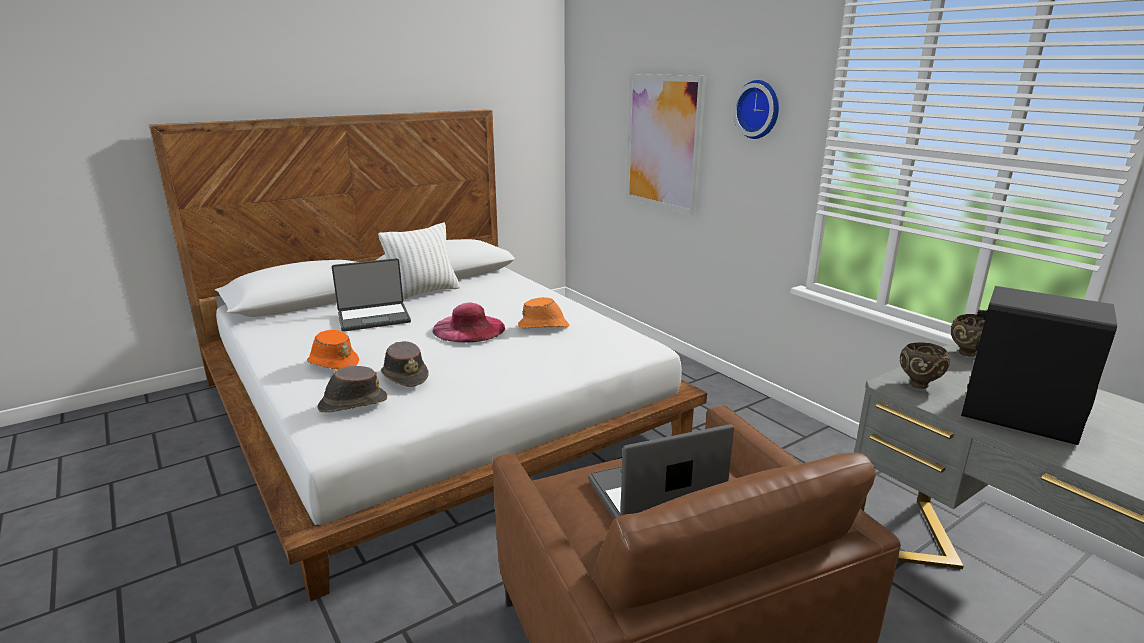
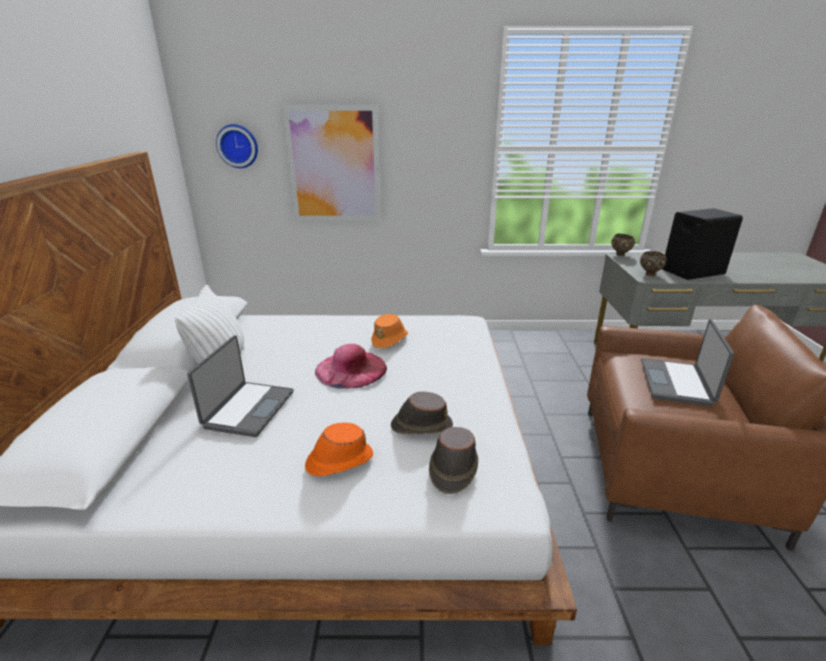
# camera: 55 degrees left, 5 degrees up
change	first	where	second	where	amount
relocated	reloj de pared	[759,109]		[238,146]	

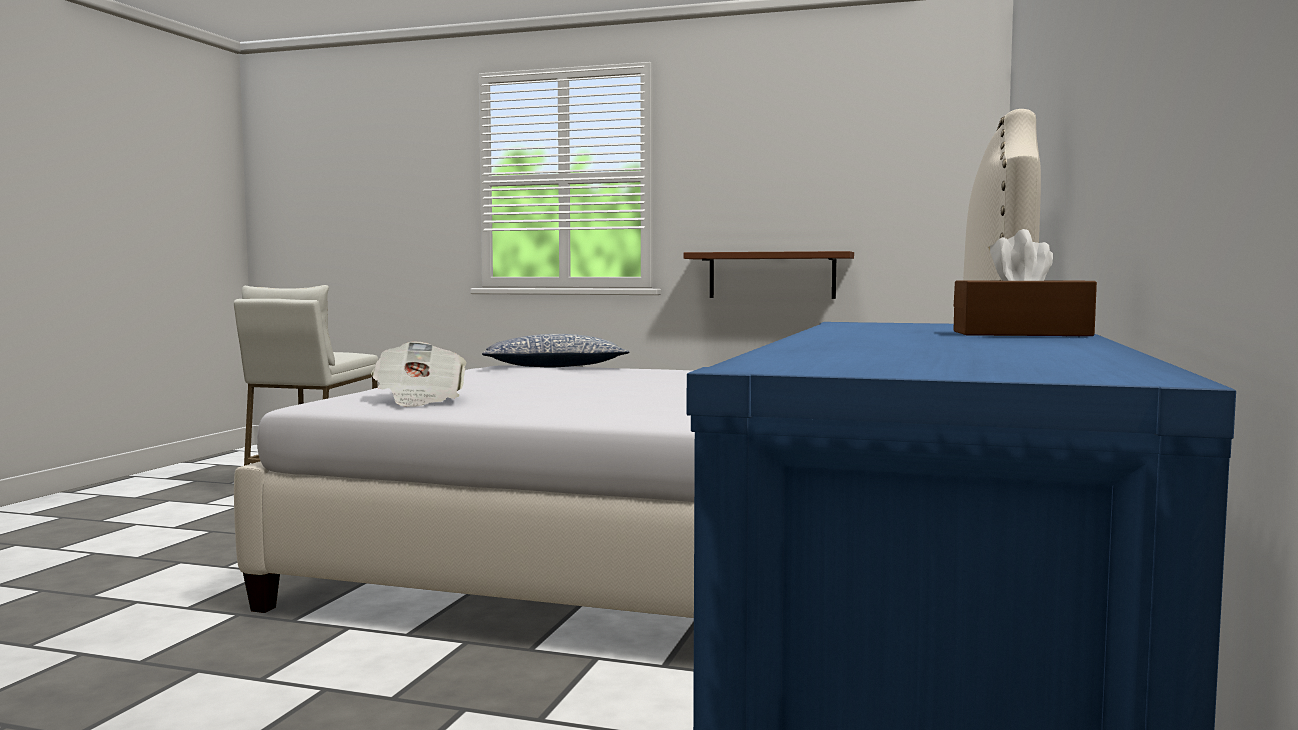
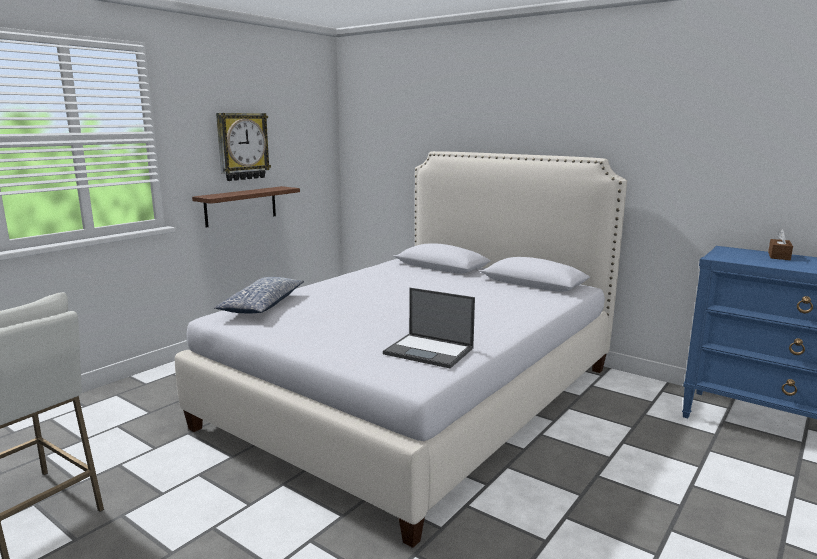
# camera: 70 degrees left, 10 degrees up
change	first	where	second	where	amount
exchanged	periódico	[419,400]	portátil	[430,351]	
appeared			reloj de pared	[242,146]	

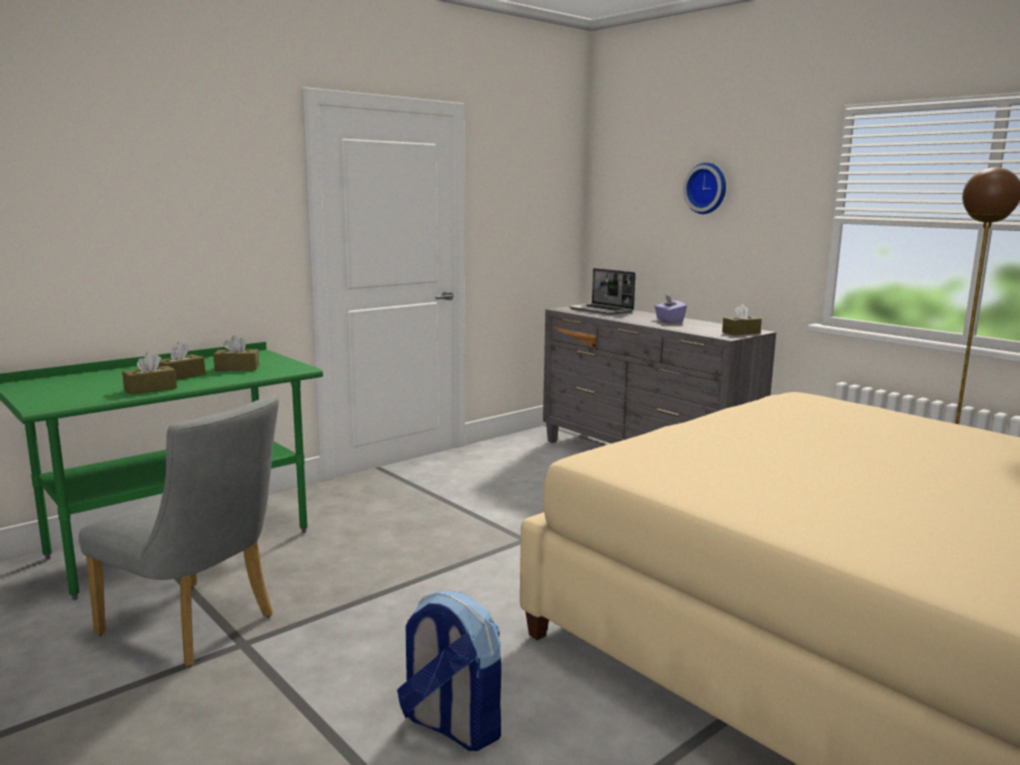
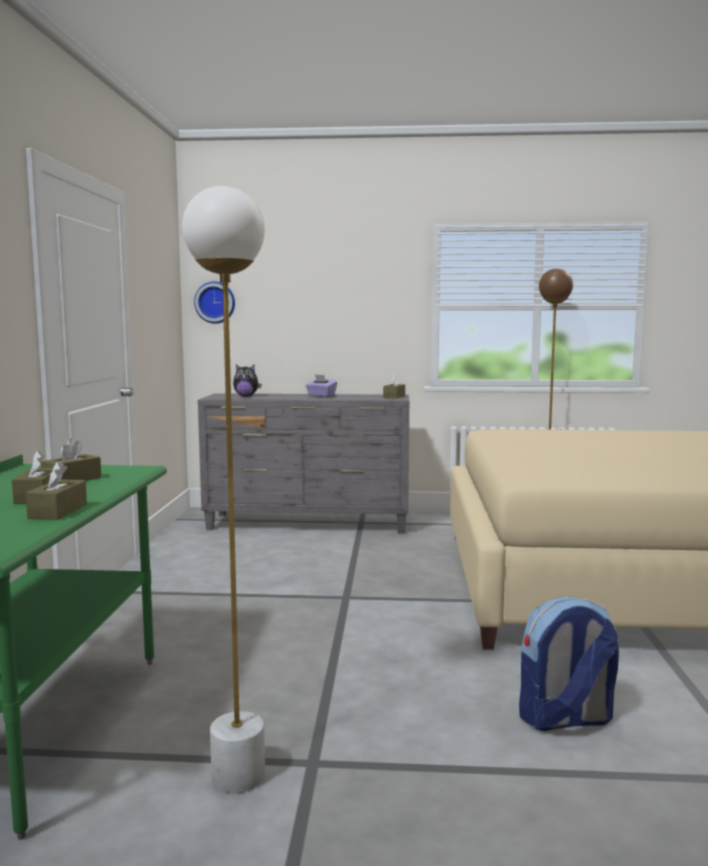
# camera: 45 degrees left, 5 degrees down
change	first	where	second	where	amount
relocated	reloj de pared	[707,188]		[215,302]	
exchanged	portátil	[601,310]	peluche	[246,396]	
exchanged	silla/gris	[197,627]	lámpara de pie/blanco	[238,777]	

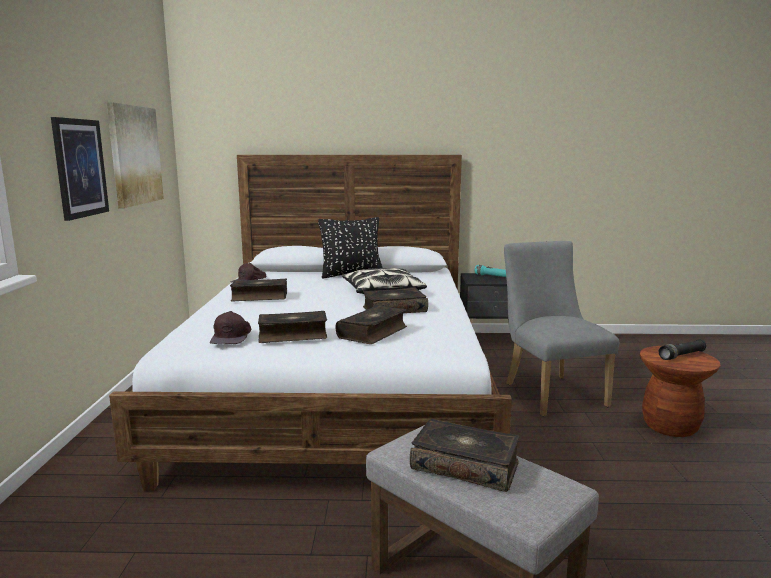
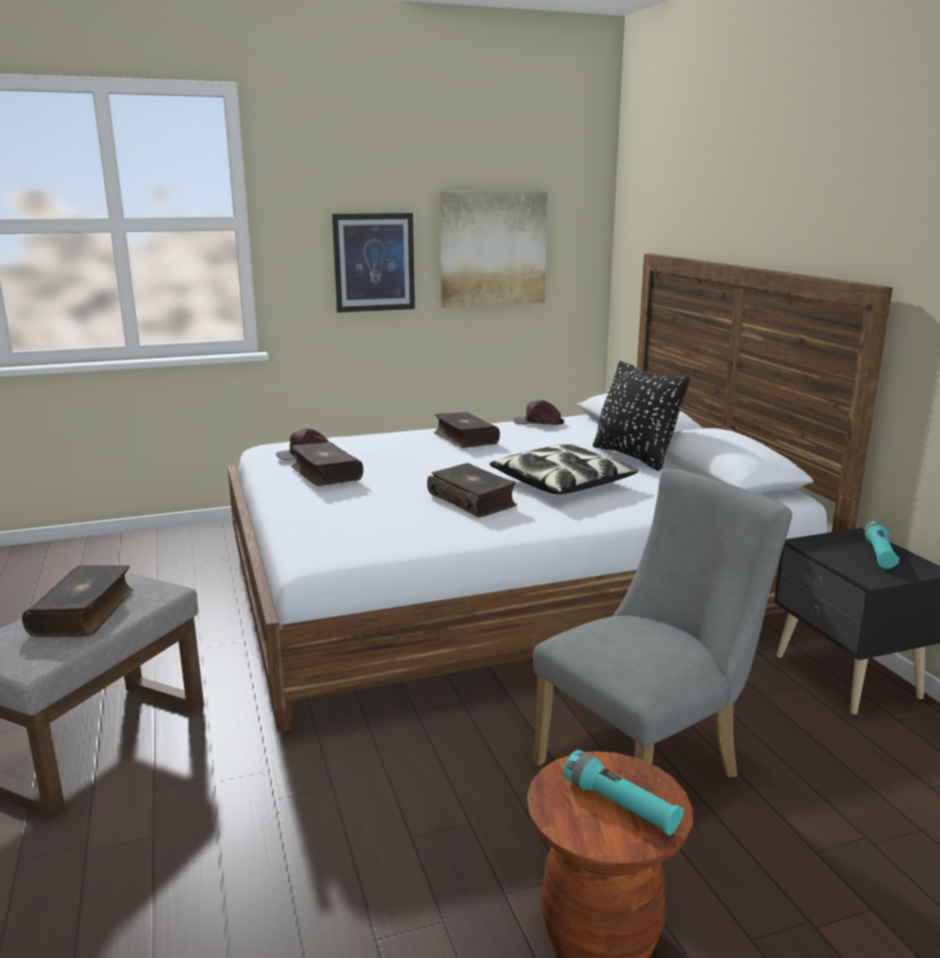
# camera: 70 degrees right, 5 degrees up
change	first	where	second	where	amount
missing	libro	[373,333]			
colour	linterna/negro	[682,356]	linterna/turquesa	[620,805]	

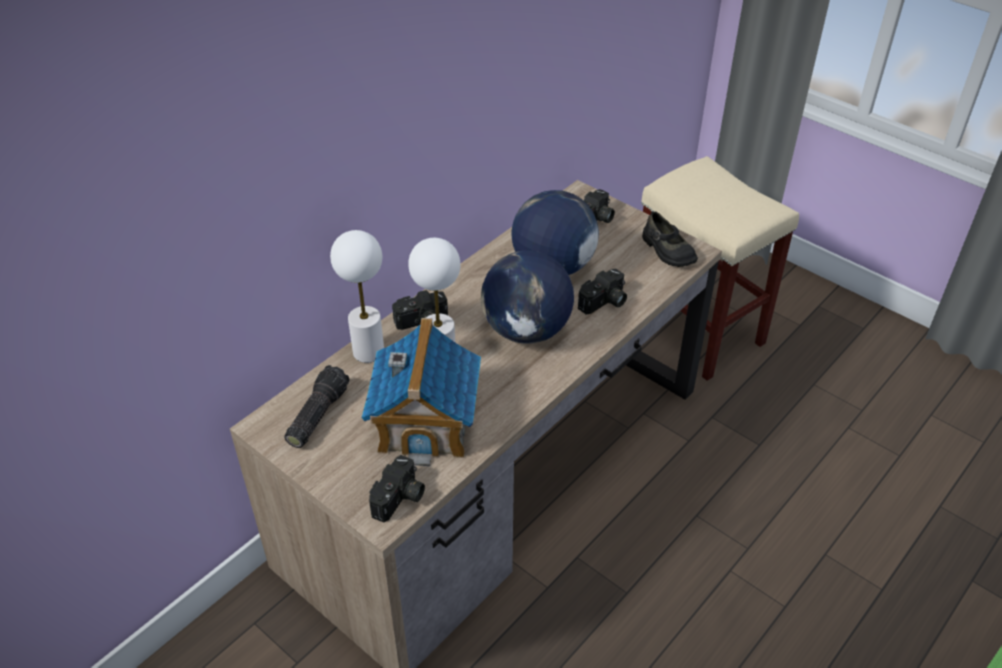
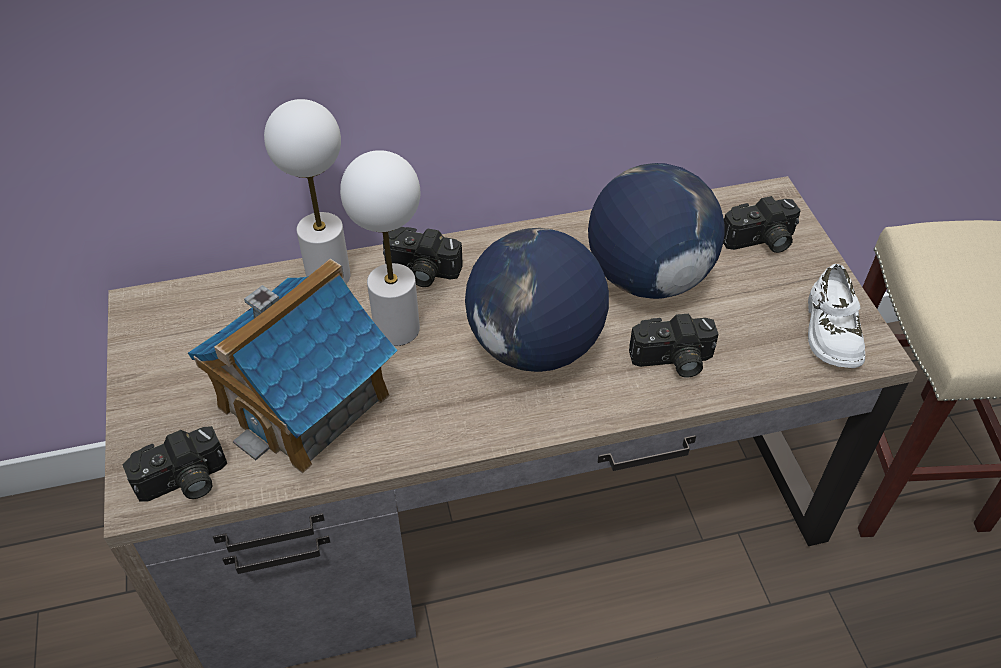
# camera: 35 degrees right, 5 degrees up
change	first	where	second	where	amount
colour	zapato/negro	[667,250]	zapato/blanco	[830,331]	
missing	linterna	[316,415]			

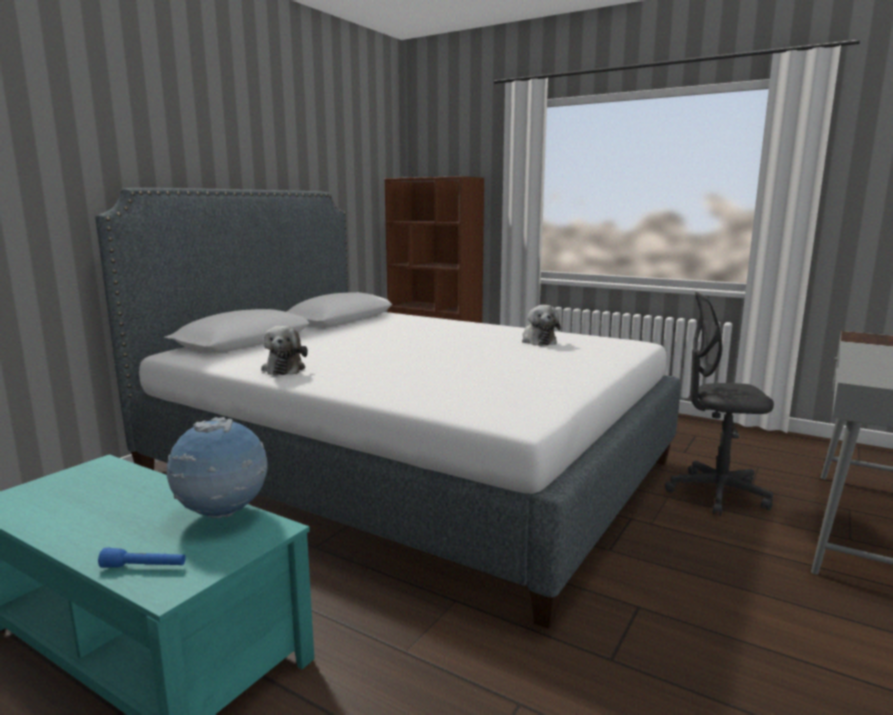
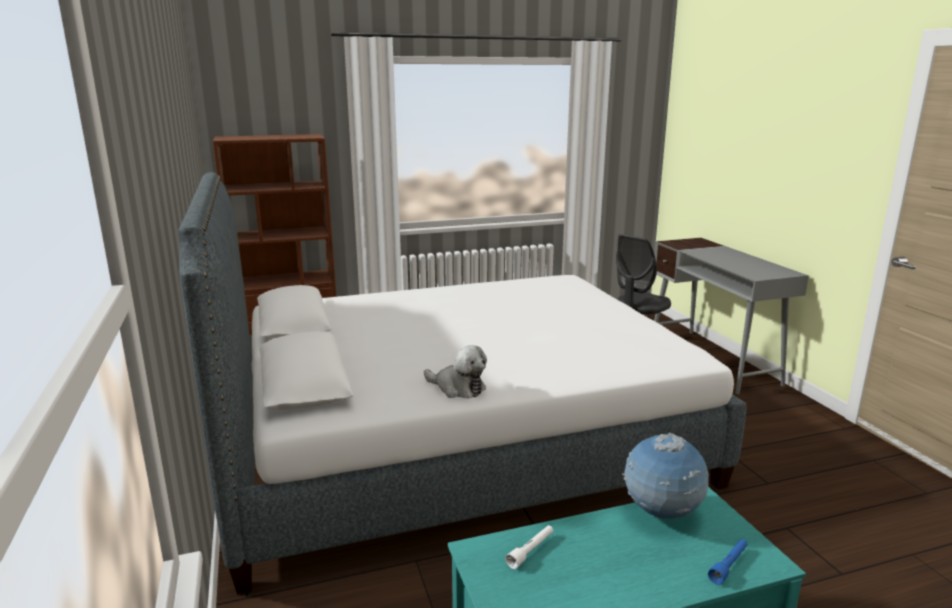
# camera: 50 degrees left, 5 degrees up
change	first	where	second	where	amount
missing	peluche	[538,341]			
appeared			linterna/blanco	[531,551]	

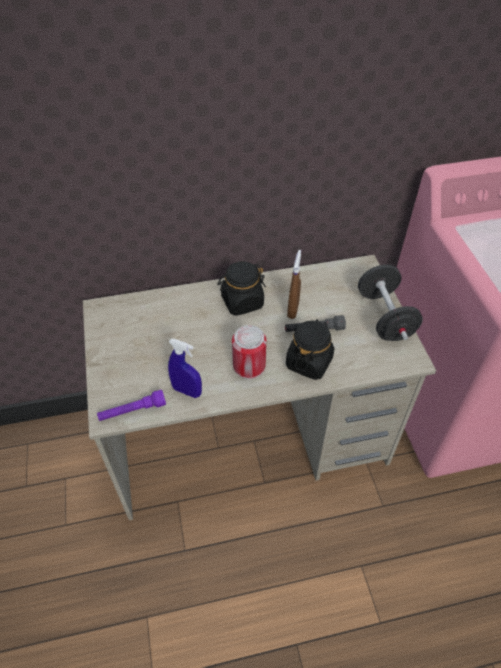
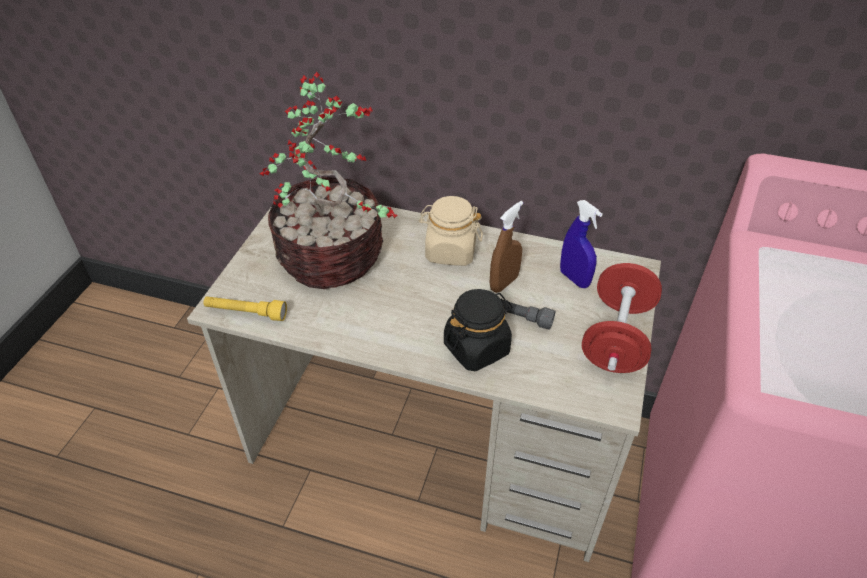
# camera: 30 degrees right, 5 degrees down
change	first	where	second	where	amount
colour	tarro/negro	[242,302]	tarro/beis	[450,251]	
colour	mancuerna/negro	[385,317]	mancuerna/rojo	[616,338]	
missing	lata	[249,366]			
relocated	pulverizador/azul	[187,391]		[574,279]	
colour	linterna/morado	[132,411]	linterna/amarillo	[246,313]	
appeared			planta en maceta	[334,257]	

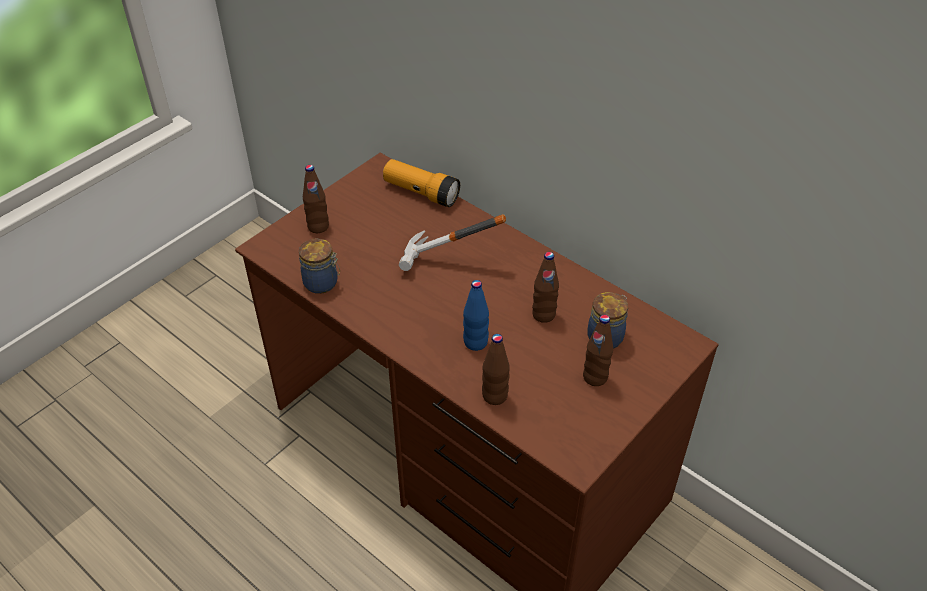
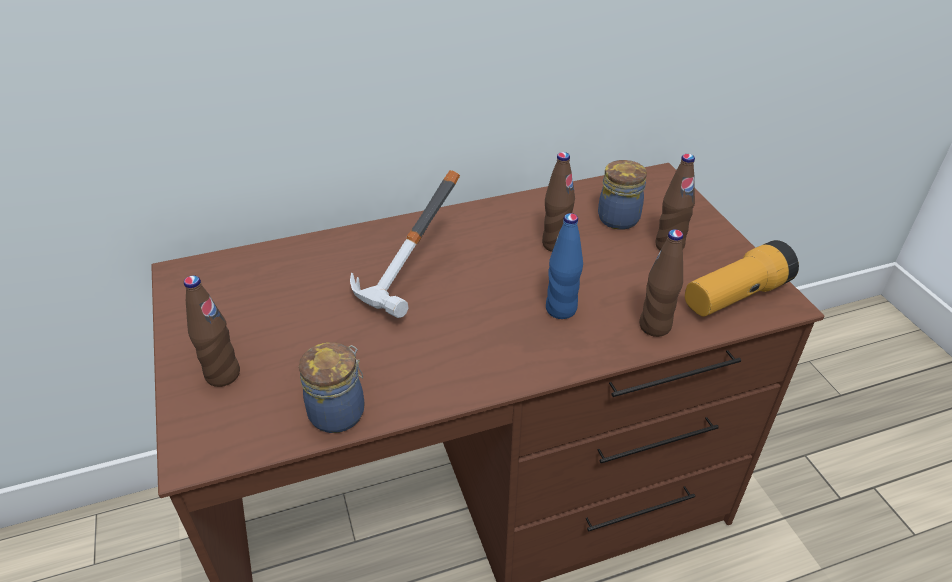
# camera: 60 degrees left, 5 degrees down
change	first	where	second	where	amount
relocated	linterna	[421,193]		[735,296]	

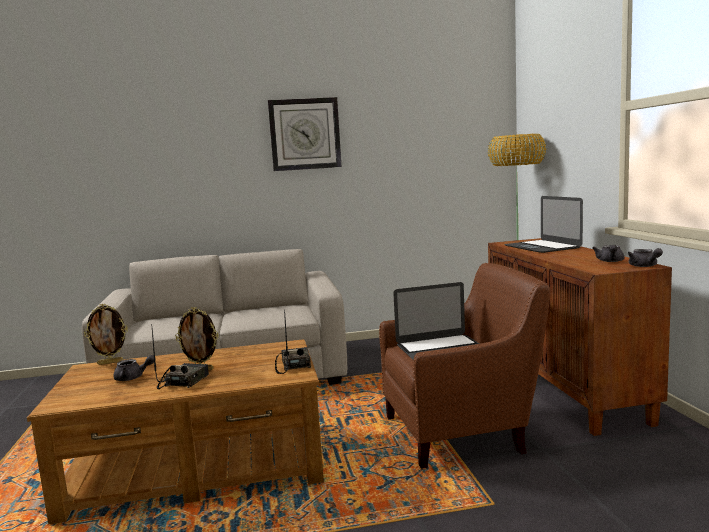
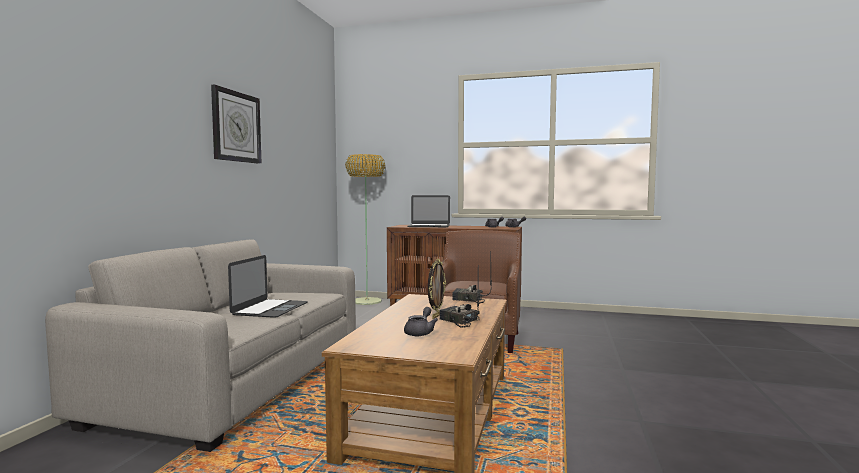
# camera: 65 degrees left, 5 degrees down
change	first	where	second	where	amount
relocated	portátil	[440,348]		[270,308]	
missing	portarretratos	[110,362]			

